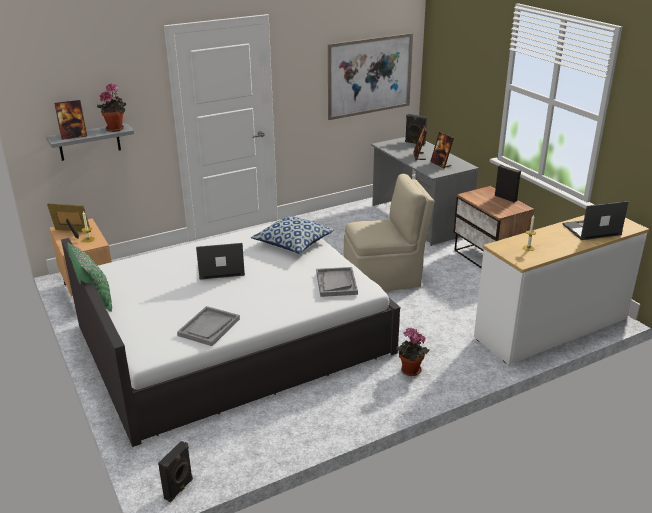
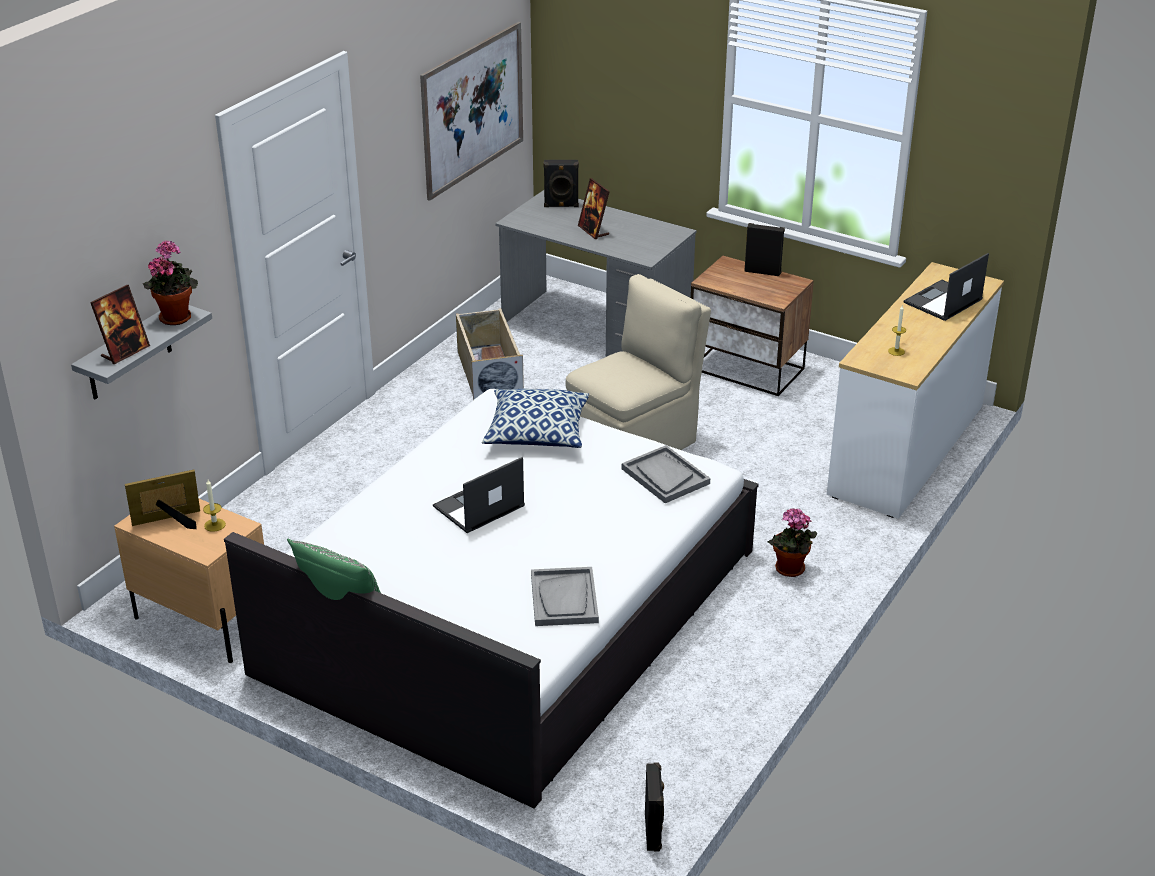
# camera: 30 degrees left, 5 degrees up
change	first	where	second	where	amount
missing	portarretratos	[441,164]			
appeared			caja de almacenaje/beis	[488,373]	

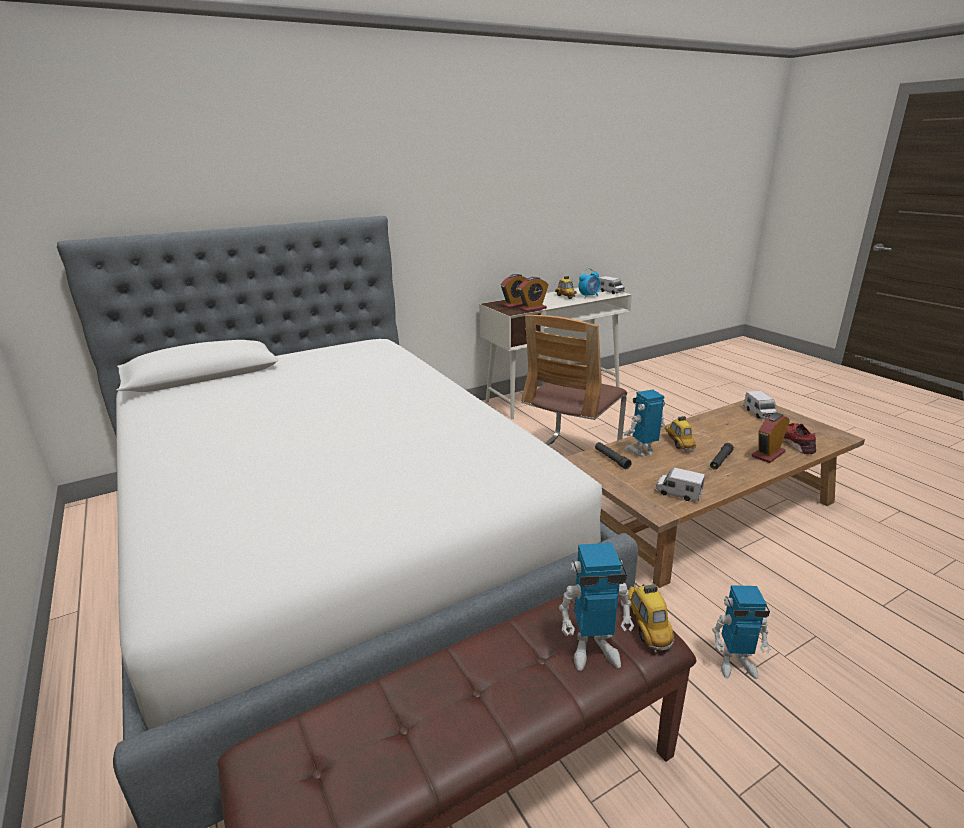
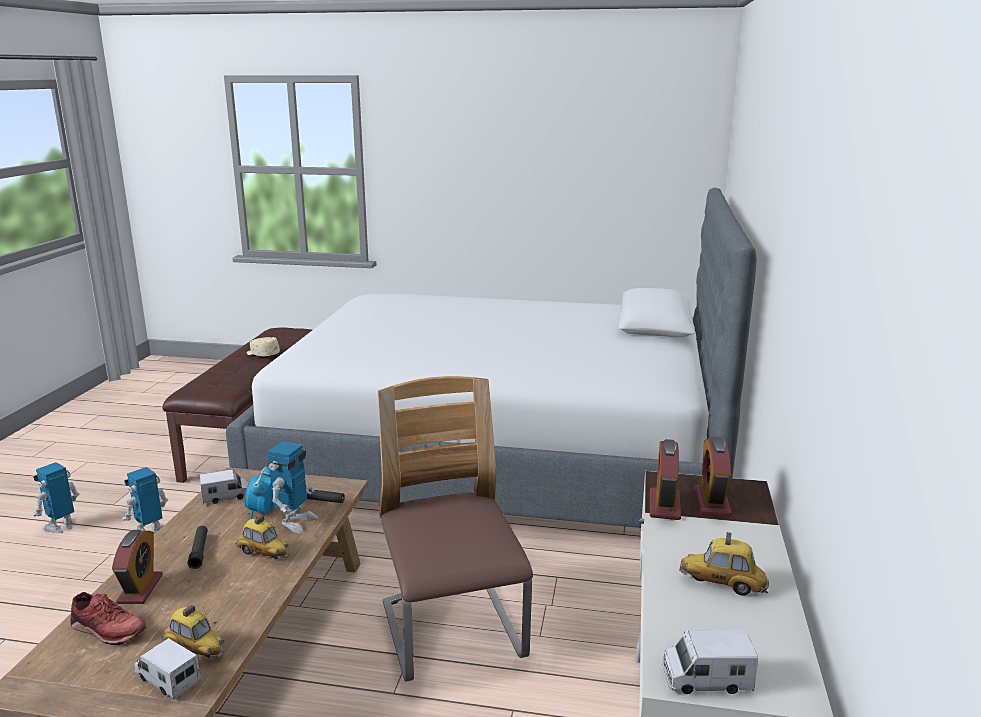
# camera: 130 degrees right, 5 degrees down
change	first	where	second	where	amount
relocated	despertador	[589,296]		[263,512]	
relocated	robot de juguete	[593,649]		[61,527]	
relocated	coche de juguete	[645,625]		[195,649]	
appeared			gorra/beis	[262,354]	

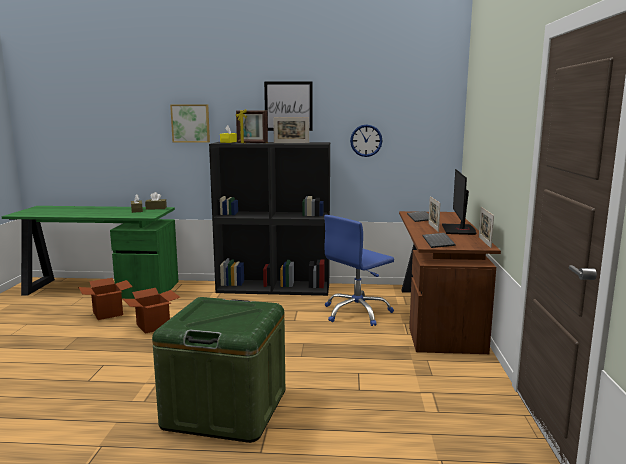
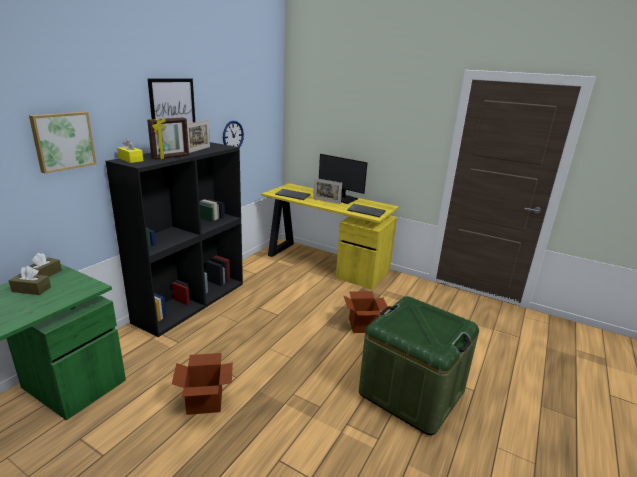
# camera: 65 degrees left, 10 degrees up
change	first	where	second	where	amount
missing	portarretratos	[484,242]			
colour	escritorio/marrón	[437,316]	escritorio/amarillo	[325,262]	
missing	silla de oficina/azul	[357,313]			
relocated	caja de cartón	[107,313]		[362,326]	

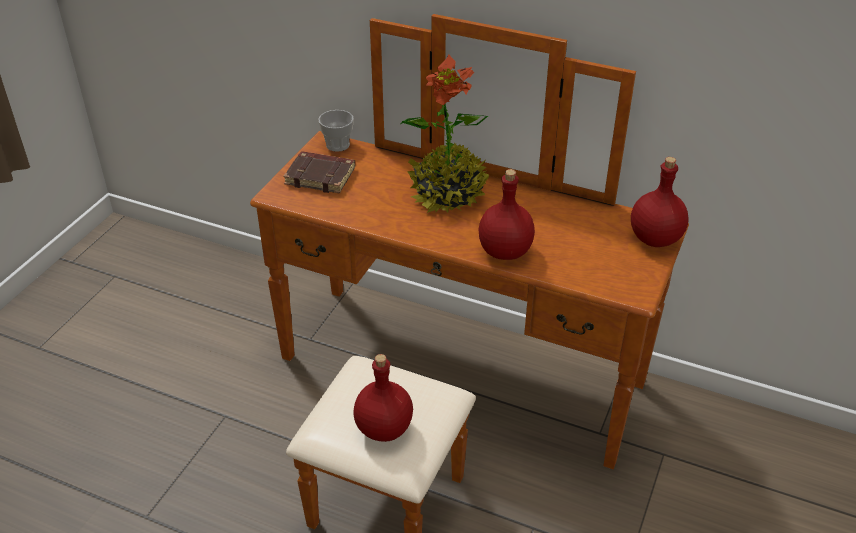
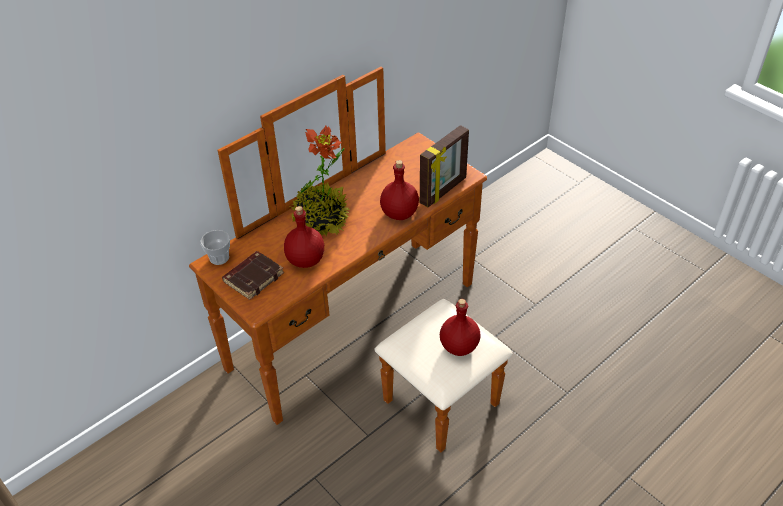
# camera: 65 degrees left, 5 degrees up
change	first	where	second	where	amount
relocated	botella/rojo	[655,238]		[305,260]	
appeared			portarretratos	[444,191]	

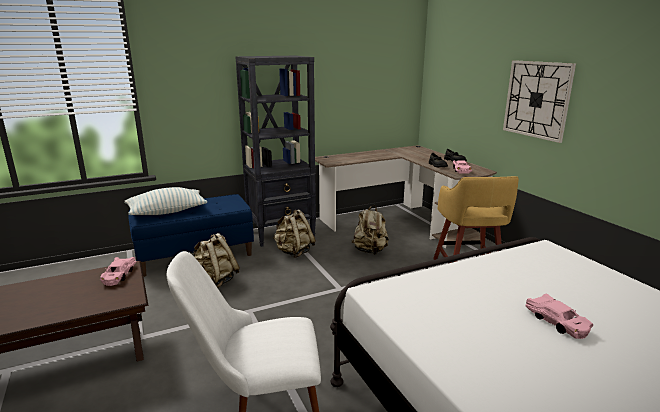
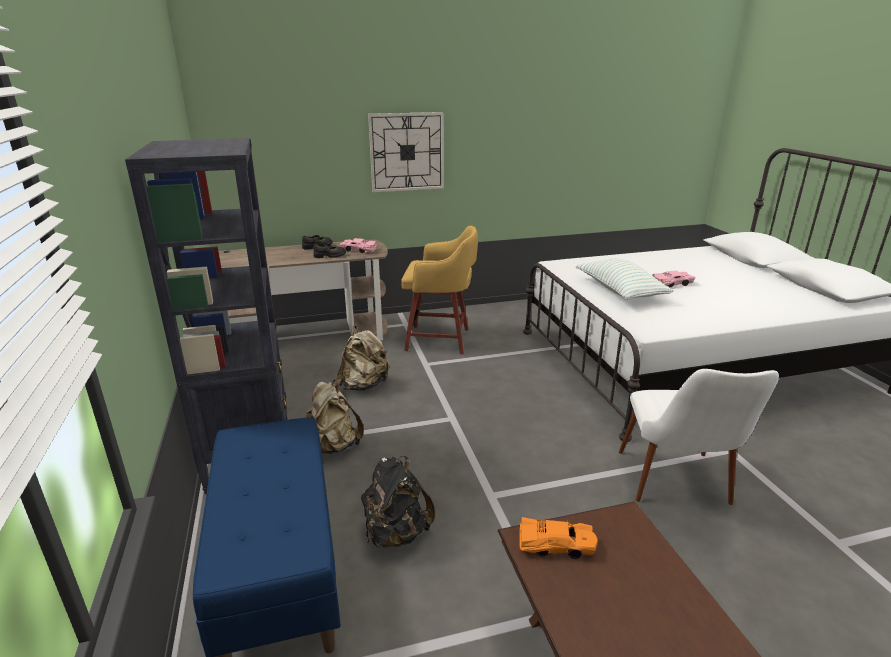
# camera: 80 degrees left, 5 degrees up
change	first	where	second	where	amount
relocated	cojín	[167,212]		[620,291]	
colour	mochila/beis	[215,281]	mochila/negro	[396,533]	
colour	coche de juguete/rosa	[118,275]	coche de juguete/naranja	[556,545]	

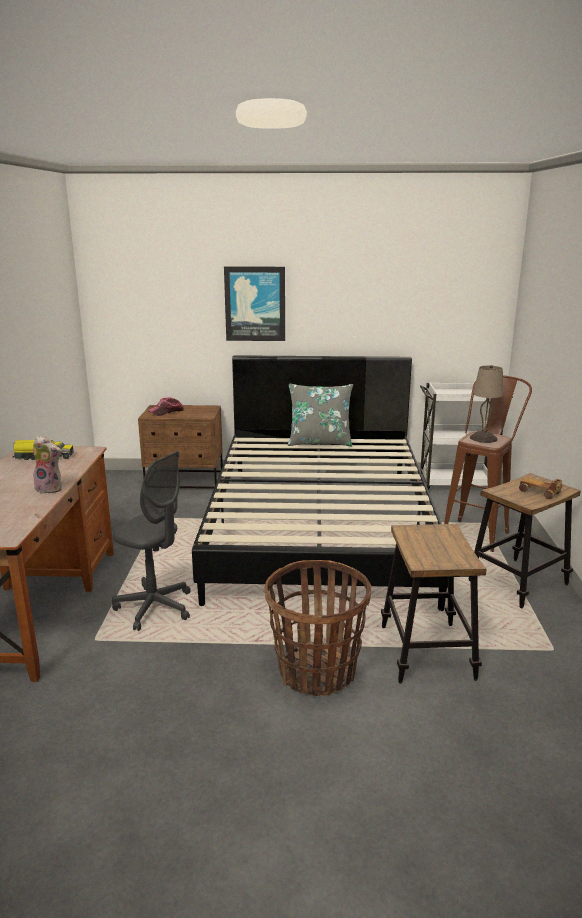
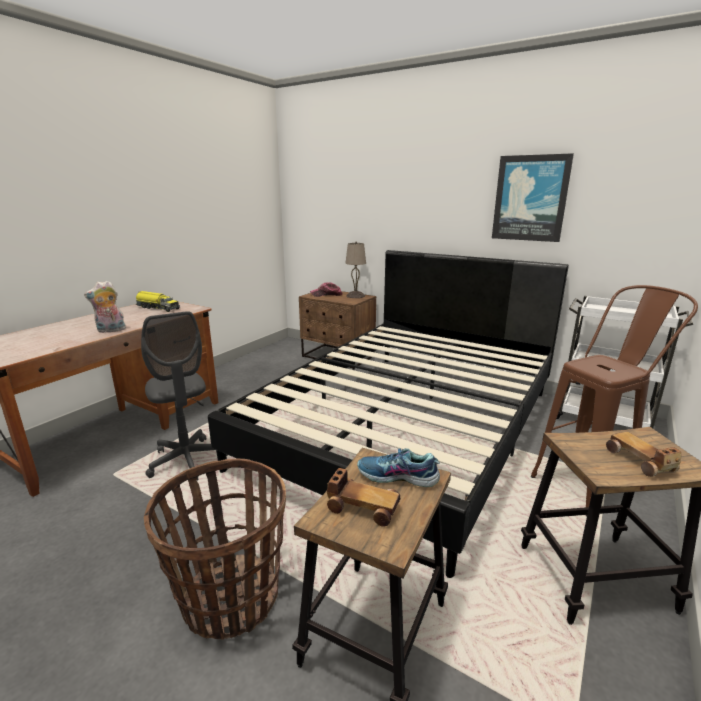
# camera: 30 degrees right, 0 degrees up
change	first	where	second	where	amount
relocated	cuadro	[255,304]		[530,198]	
relocated	lámpara de mesa/beis	[484,438]		[355,296]	
missing	cojín/gris	[319,442]			
spun	peluche	[51,488]		[110,330]	105 degrees clockwise
appeared			zapato	[397,477]	
appeared			coche de juguete	[362,507]	

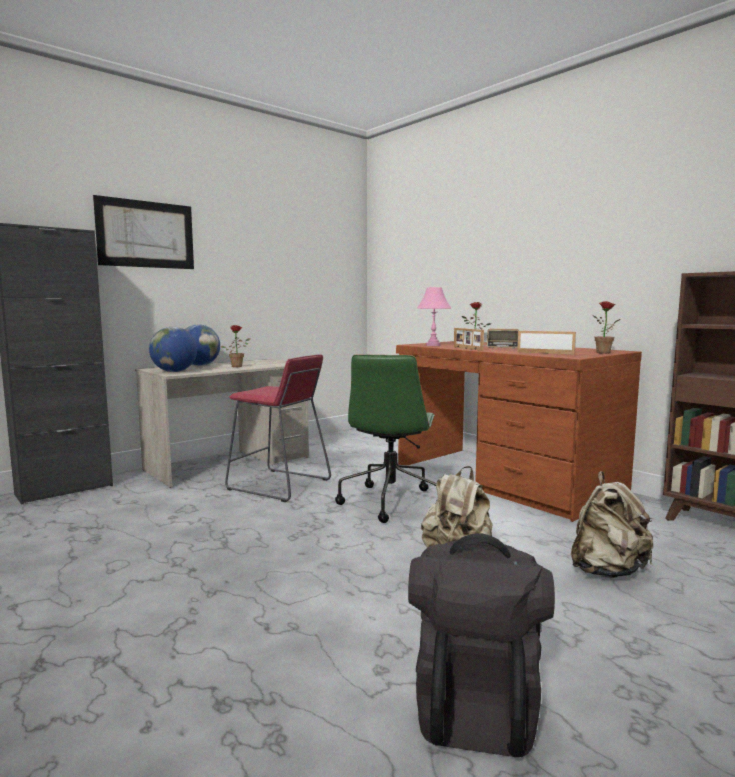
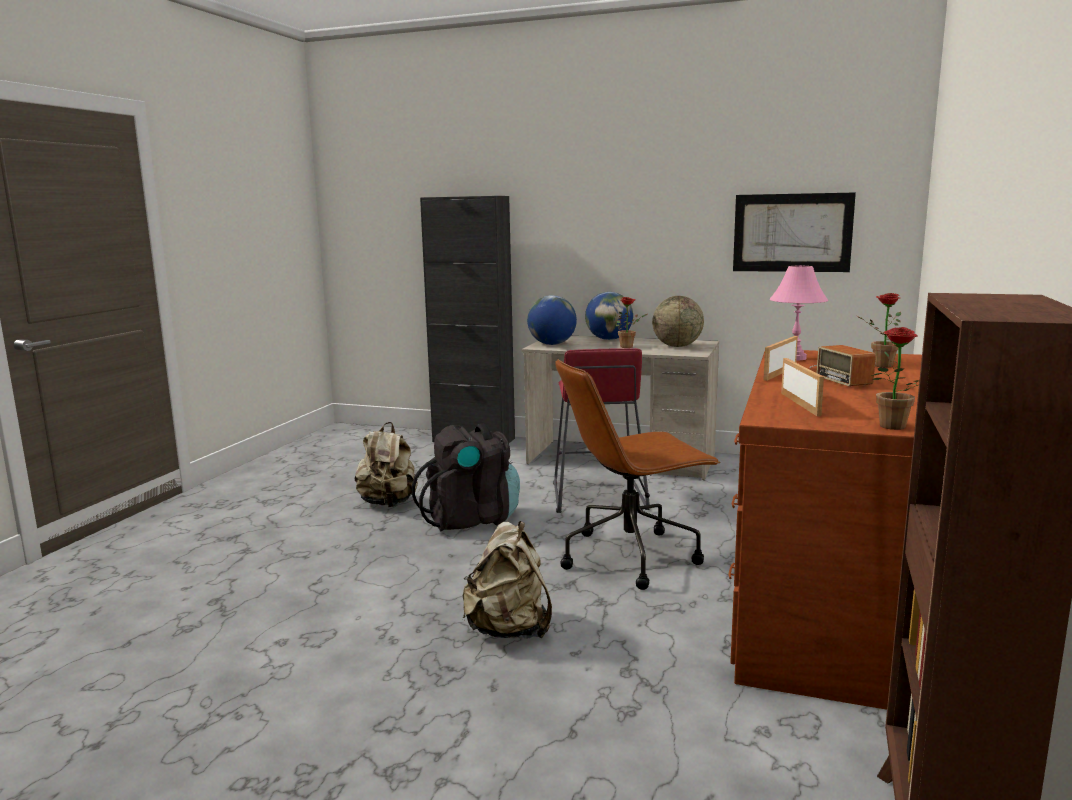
# camera: 60 degrees right, 5 degrees up
change	first	where	second	where	amount
relocated	cuadro	[146,234]		[792,233]	
colour	silla de oficina/verde	[390,502]	silla de oficina/marrón	[631,556]	
relocated	mochila/beis	[607,571]		[388,503]	
relocated	mochila/negro	[475,703]		[471,519]	
appeared			globo terráqueo	[677,346]	

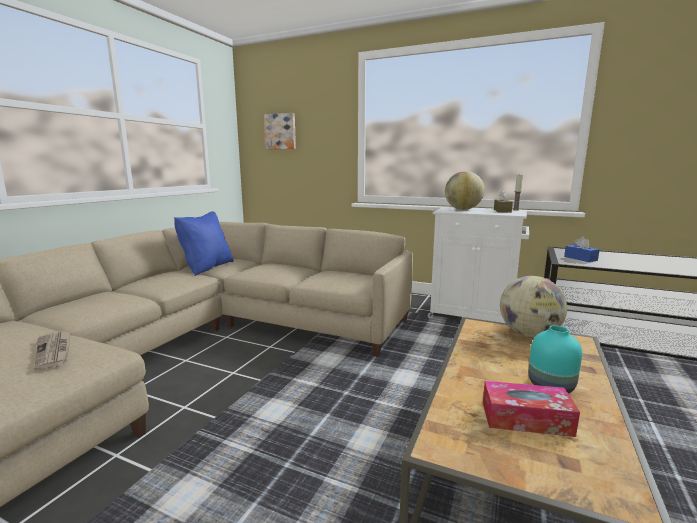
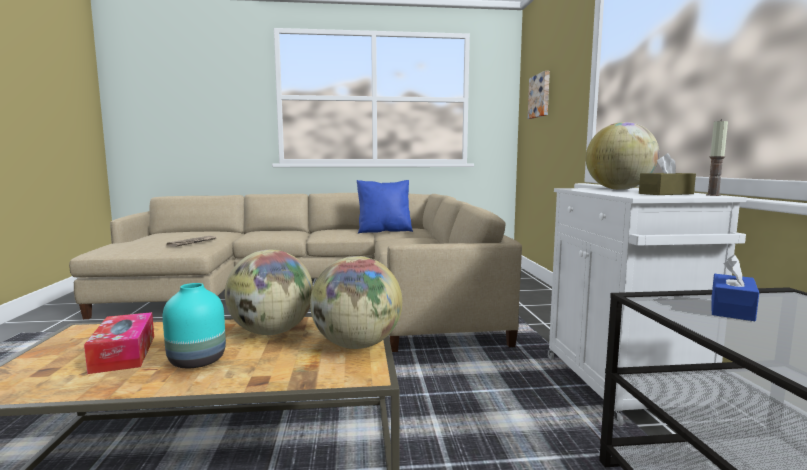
# camera: 60 degrees right, 5 degrees down
change	first	where	second	where	amount
appeared			globo terráqueo	[271,332]	

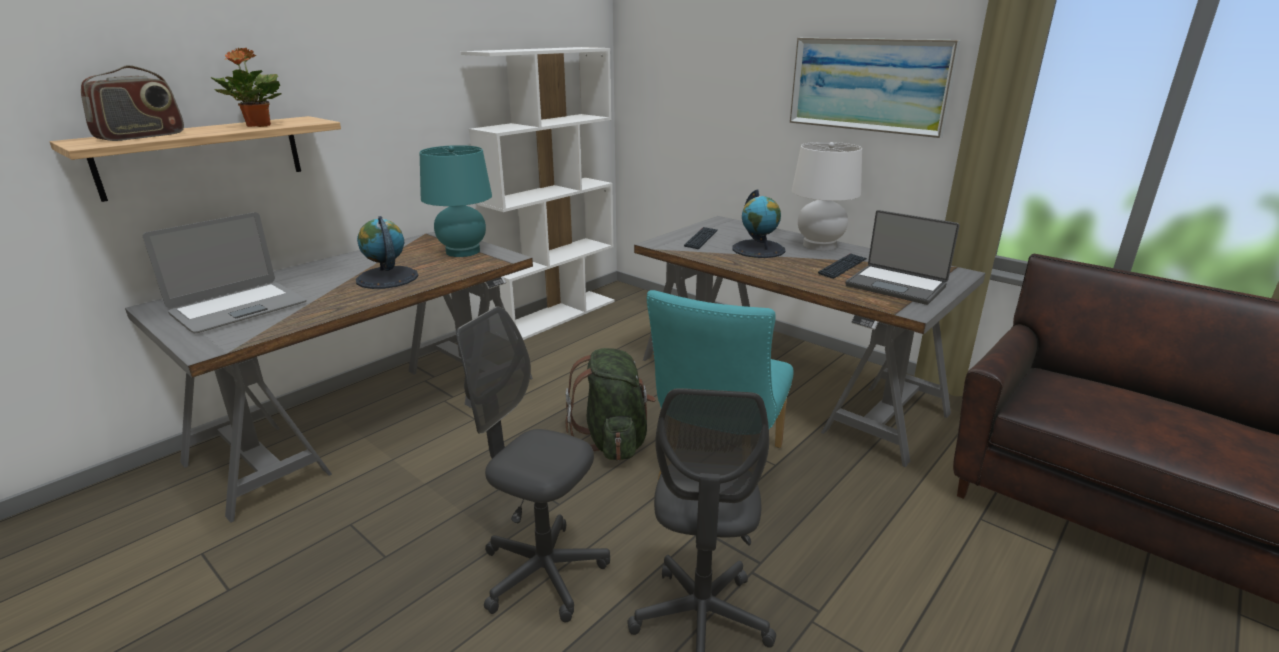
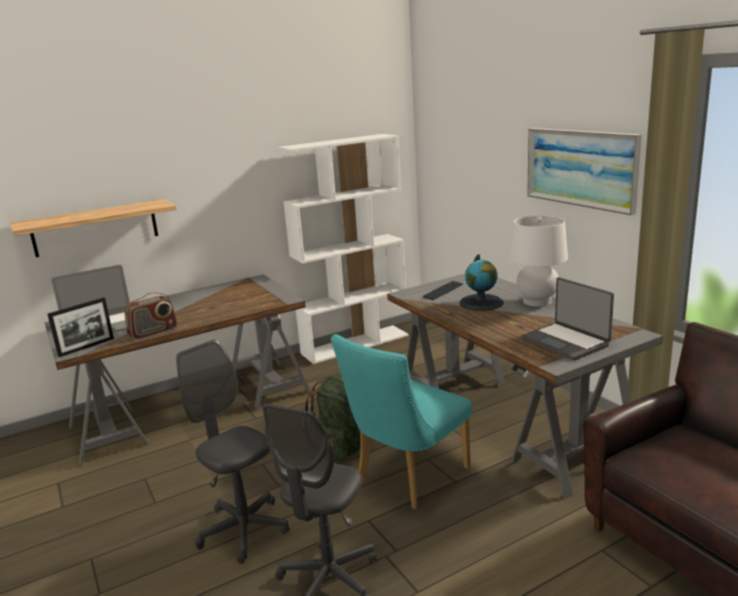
# camera: 20 degrees right, 5 degrees down
change	first	where	second	where	amount
missing	planta en maceta	[258,126]			
relocated	radio	[141,136]		[153,332]	
missing	lámpara de mesa/turquesa	[463,251]			
missing	globo terráqueo	[387,278]			
missing	teclado	[842,267]			
appeared			portarretratos	[86,347]	

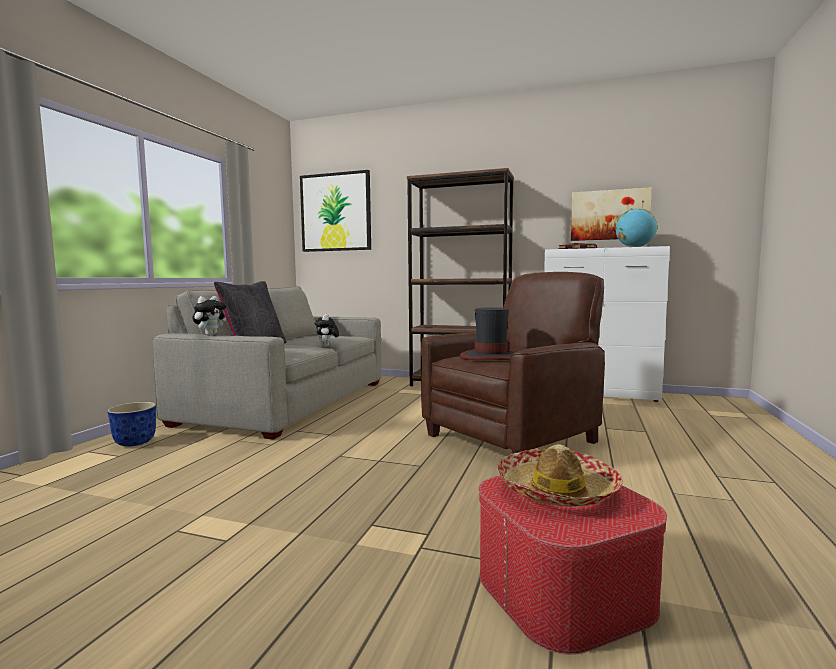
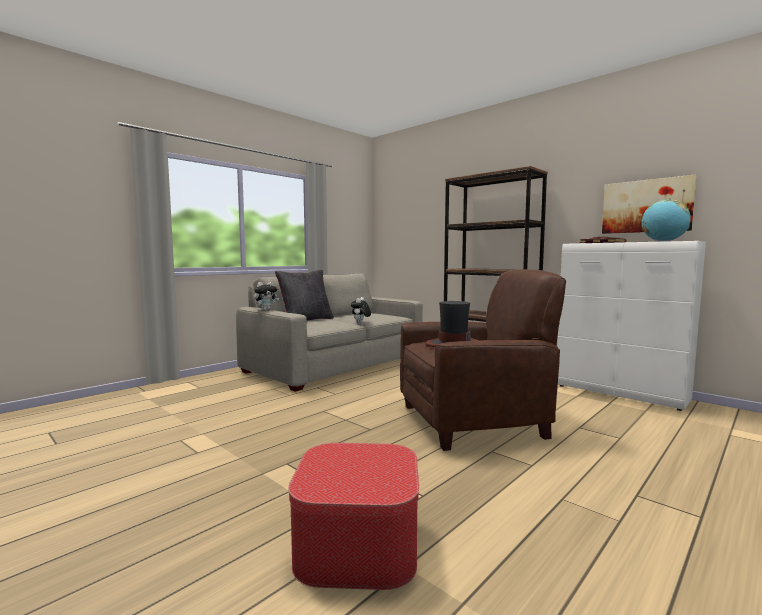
# camera: 25 degrees right, 0 degrees up
change	first	where	second	where	amount
missing	cuadro	[336,212]			
missing	maceta	[135,442]			
missing	sombrero	[557,490]			

